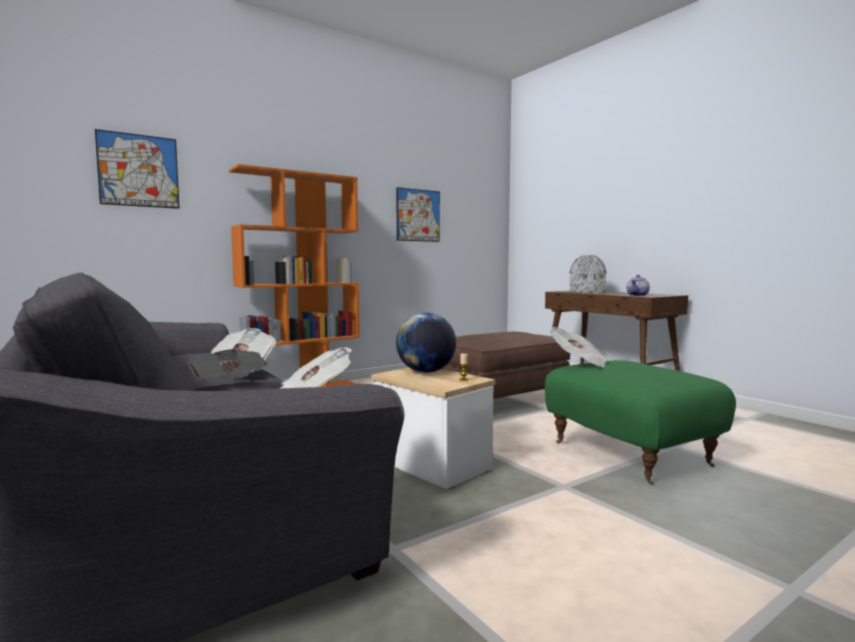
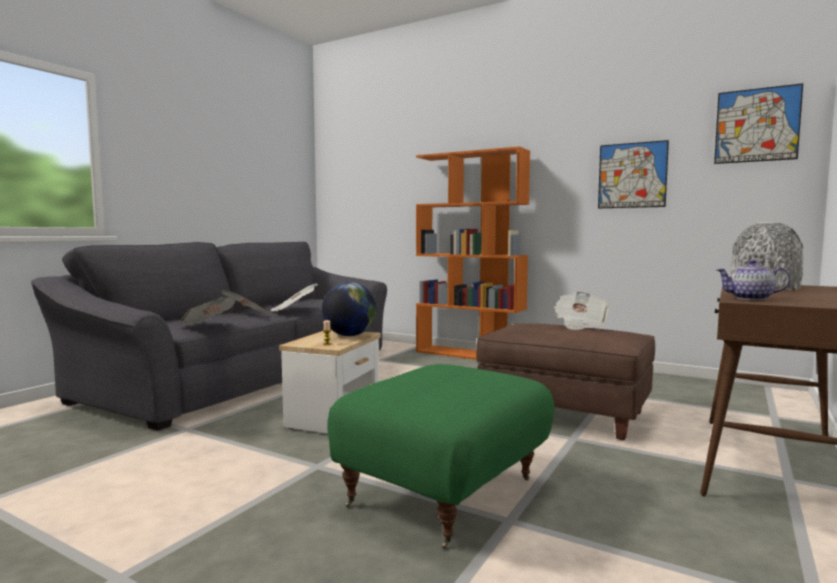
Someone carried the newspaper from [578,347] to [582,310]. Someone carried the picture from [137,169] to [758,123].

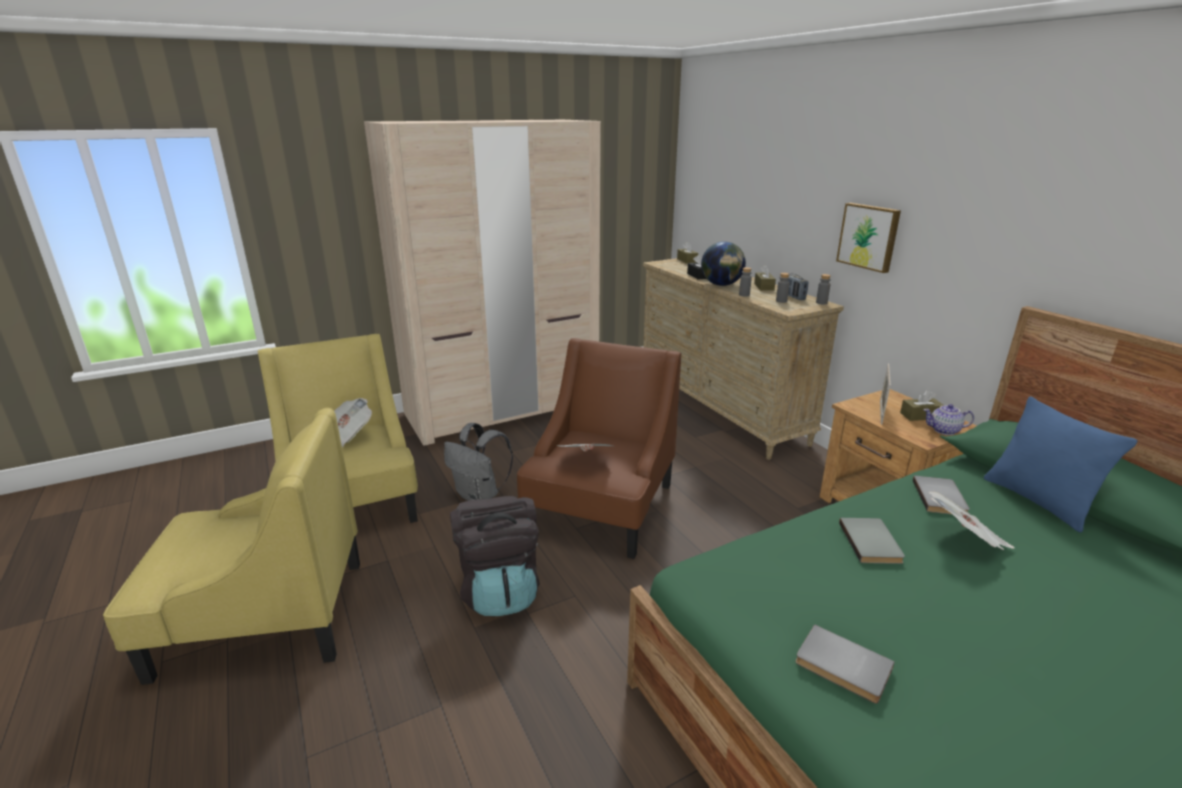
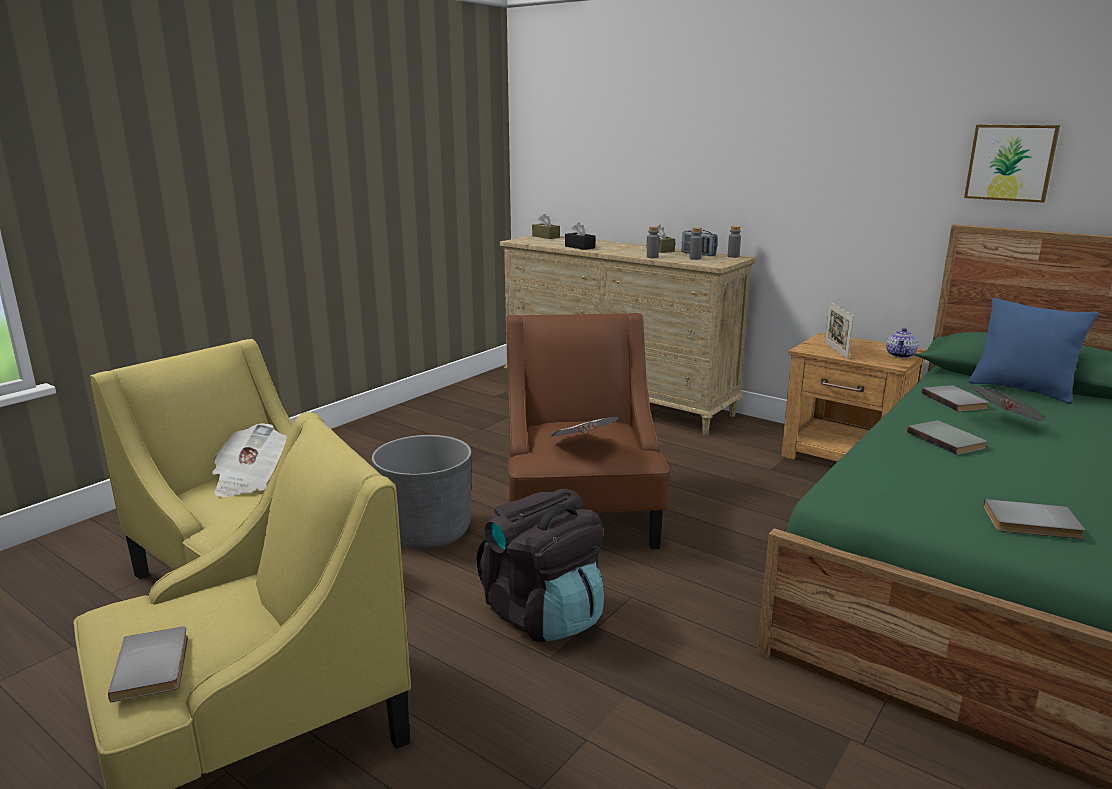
Someone put down the grey book at [148,665]. Someone swapped the grey backpack at [478,462] for the grey planter at [421,492]. Someone rotated the teapot at [948,419] by 45 degrees counterclockwise. Someone carried the picture from [868,238] to [1012,164]. Someone took away the beige wardrobe at [482,283]. Someone took away the globe at [723,263]. Someone took away the brown tissue box at [922,405].

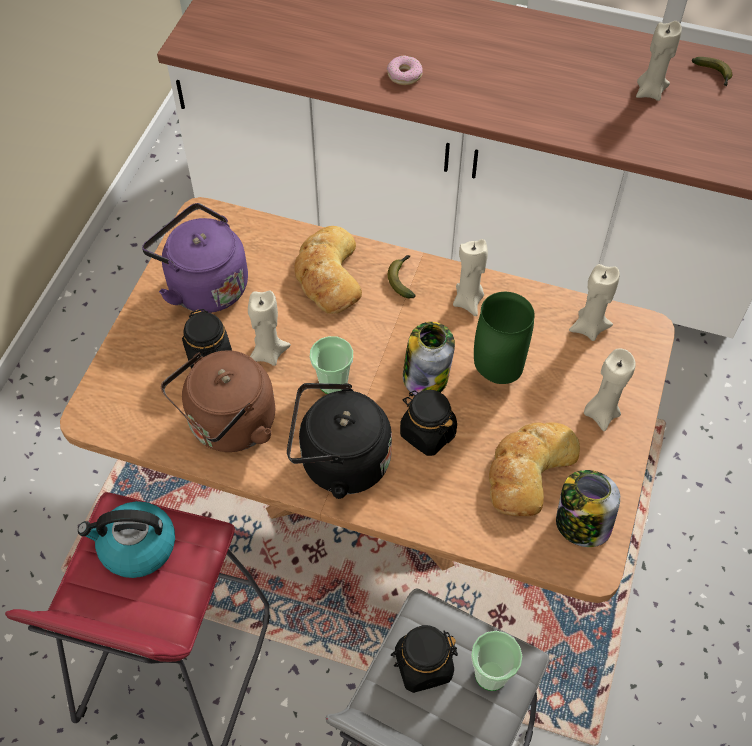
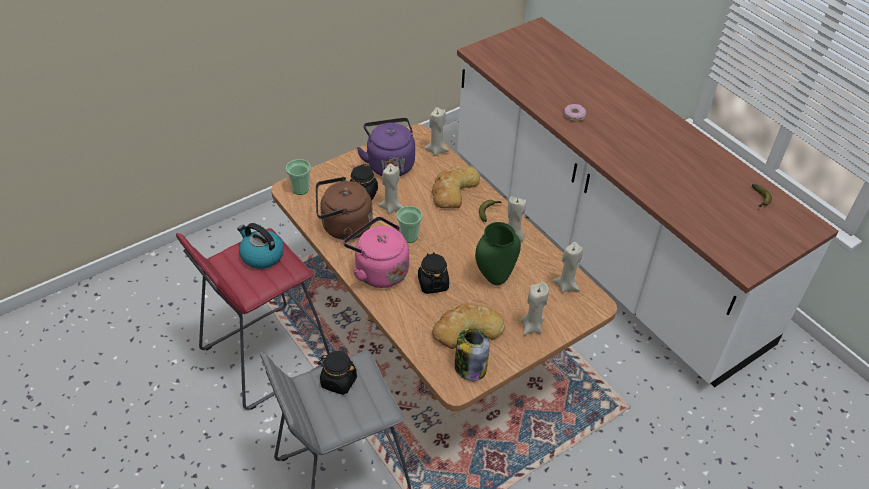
Someone carried the cup from [496,661] to [298,177]. Someone repainted the black kettle at [339,441], which became the pink kettle at [376,252]. Someone carried the beige candle from [659,61] to [436,131]. Someone took away the jar at [429,358].

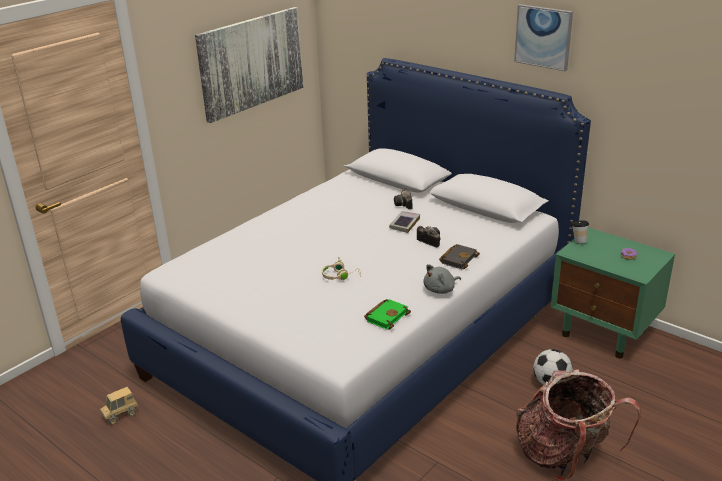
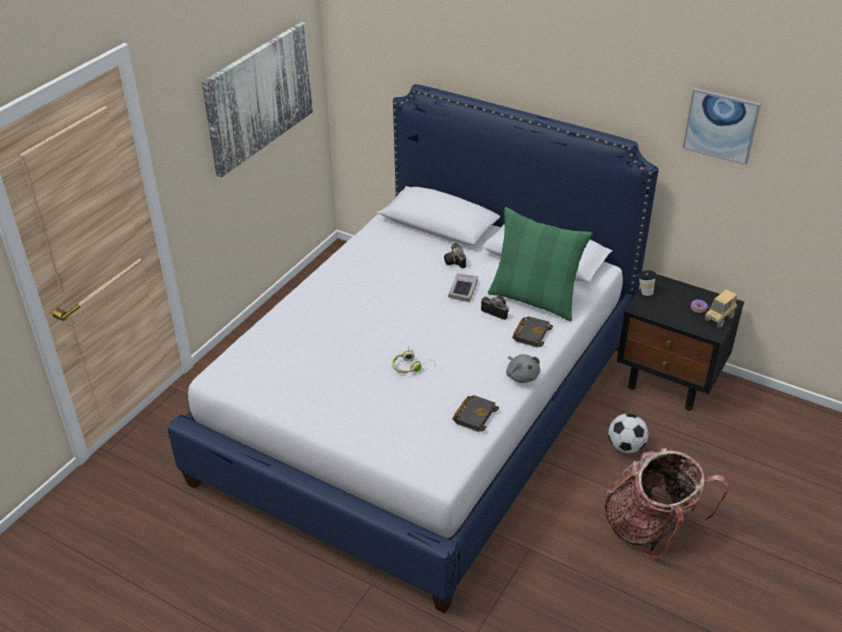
Someone repainted the green book at [387,314], which became the black book at [475,413]. Someone put down the green pillow at [540,264]. Someone rotated the grey plush toy at [442,279] by 75 degrees counterclockwise. Someone repainted the green nightstand at [613,292], which became the black nightstand at [680,342]. Someone carried the picture from [543,37] to [722,126]. Someone carried the toy truck from [119,406] to [721,308].

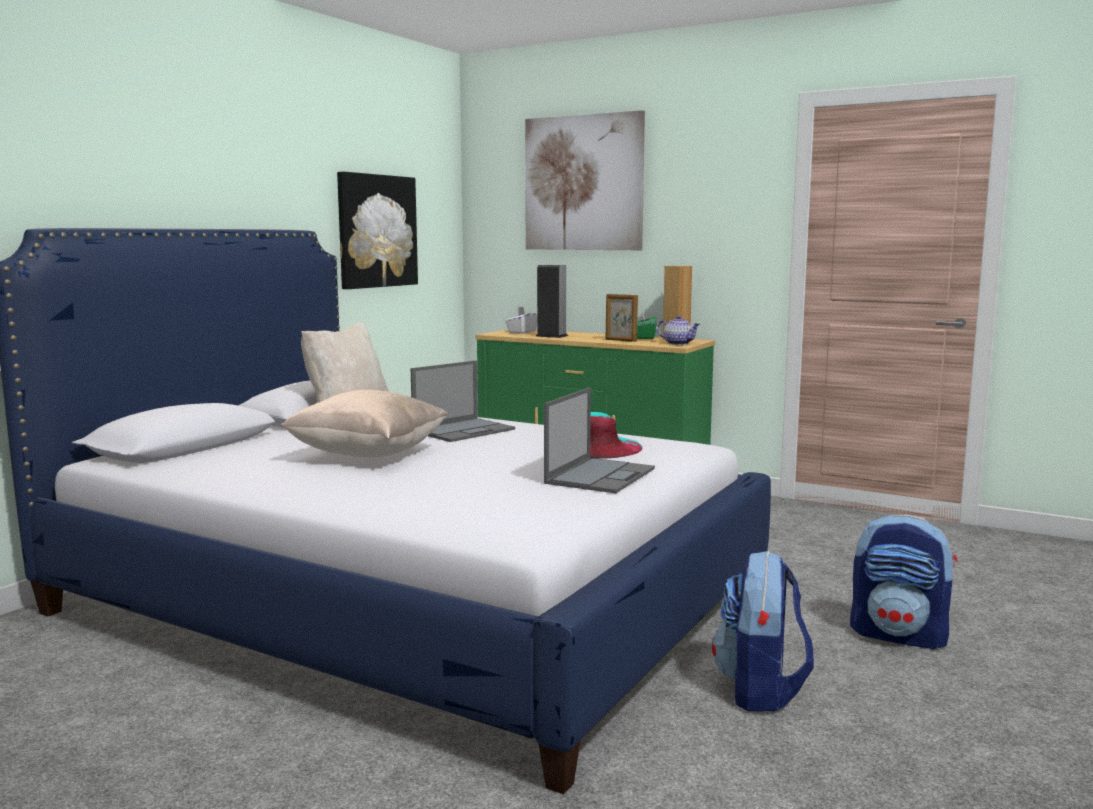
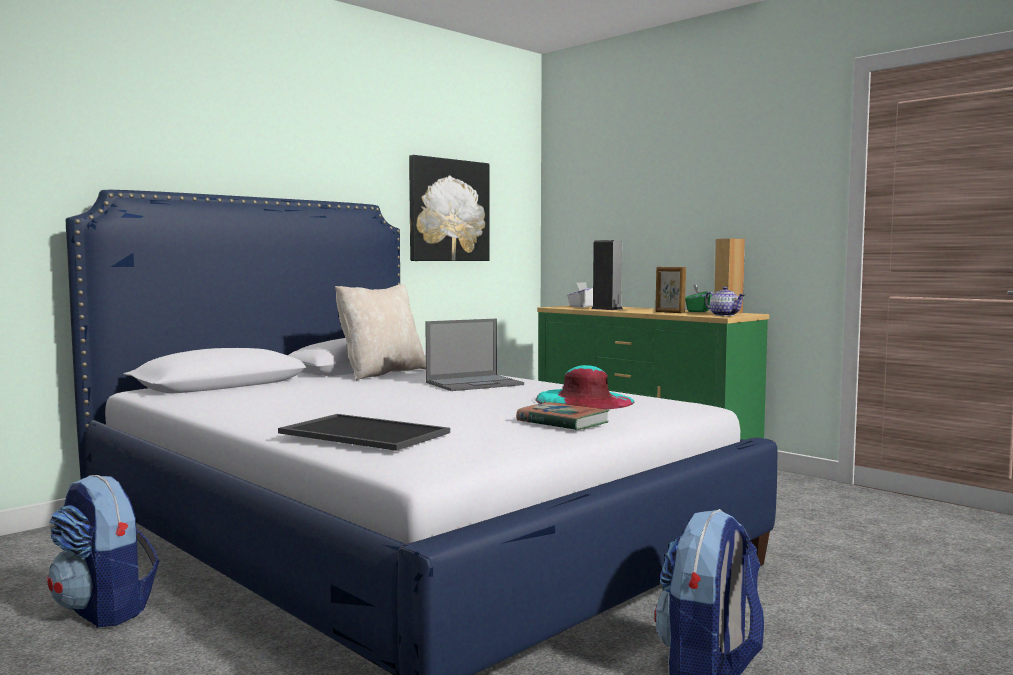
Someone carried the backpack from [903,582] to [103,551]. Someone put down the tray at [364,432]. Someone swapped the laptop at [599,440] for the book at [563,416]. Someone took away the beige pillow at [364,424]. Someone took away the picture at [585,180].

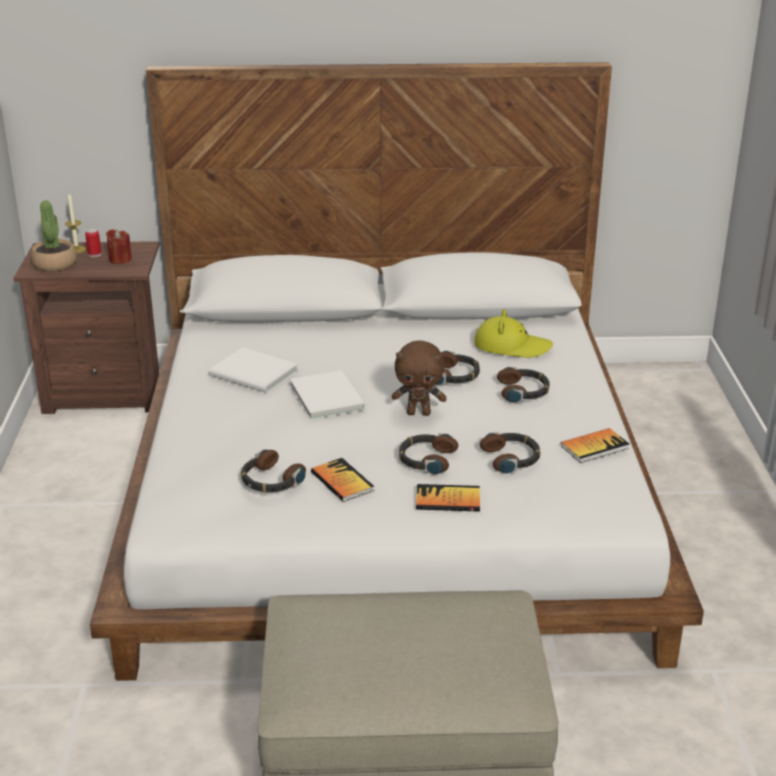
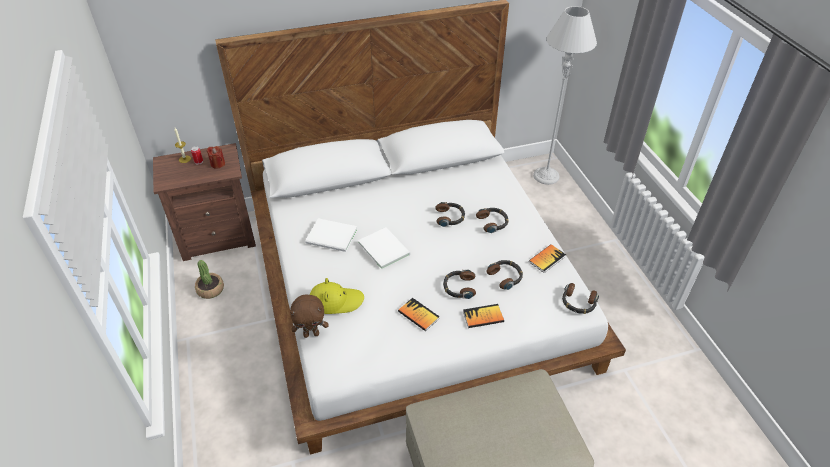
Someone carried the potted plant from [54,235] to [209,279]. Someone carried the brown plush toy from [419,378] to [309,316]. Someone carried the yellow hat from [513,333] to [337,296]. Someone put down the grey floor lamp at [565,95]. Someone carried the headphones from [273,471] to [580,298].

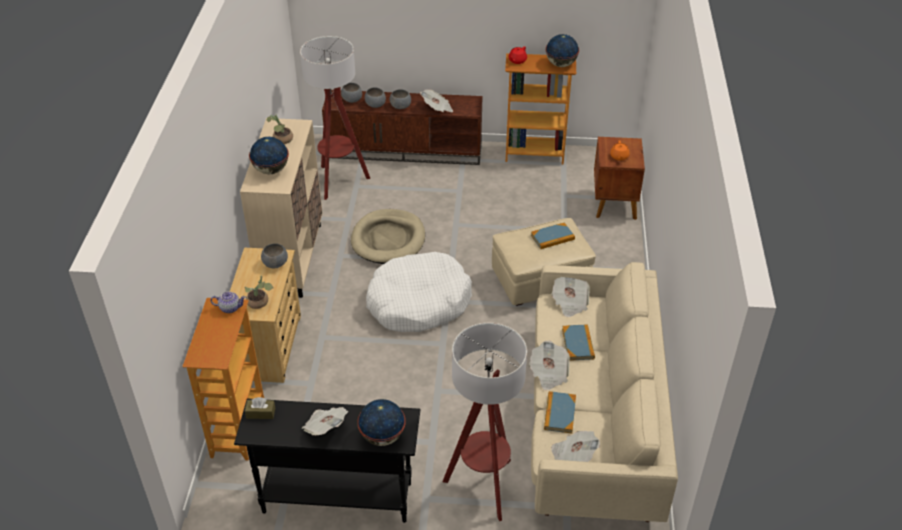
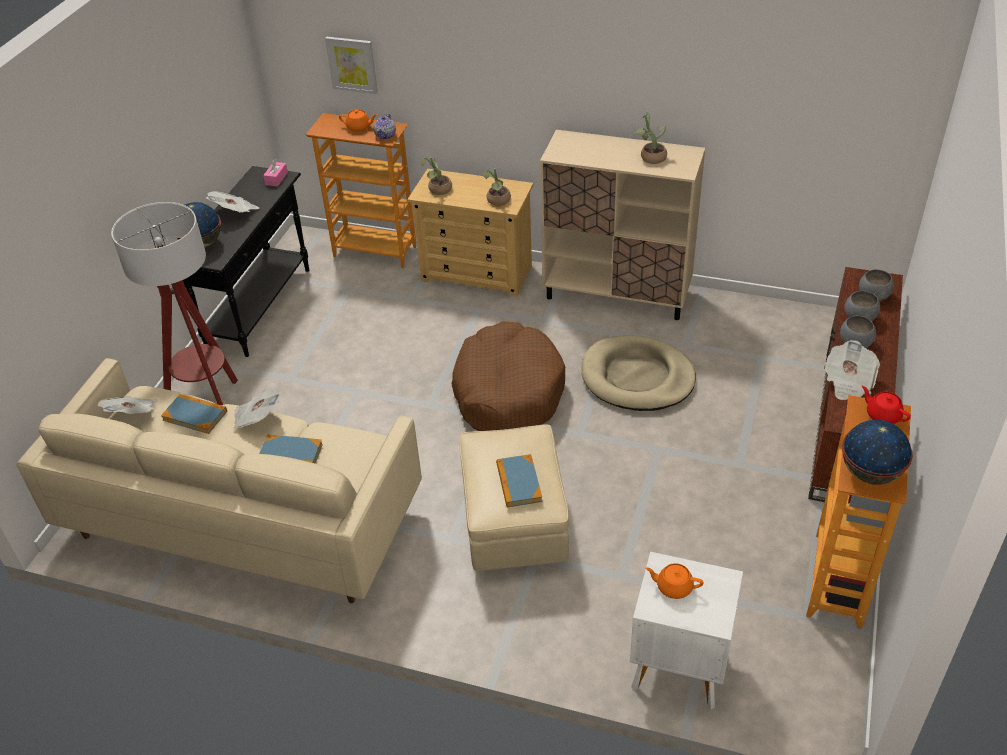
Someone repainted the brown tissue box at [260,408], which became the pink tissue box at [275,172]. Someone put up the picture at [351,65]. Someone put down the orange teapot at [358,121]. Someone repainted the white dog bed at [419,292], which became the brown dog bed at [508,376]. Someone swapped the grey bowl at [274,255] for the potted plant at [497,187]. Someone repainted the brown nightstand at [619,178], which became the white nightstand at [686,630]. Someone took away the globe at [269,155]. Someone took away the floor lamp at [335,118]. Someone took away the newspaper at [571,297].

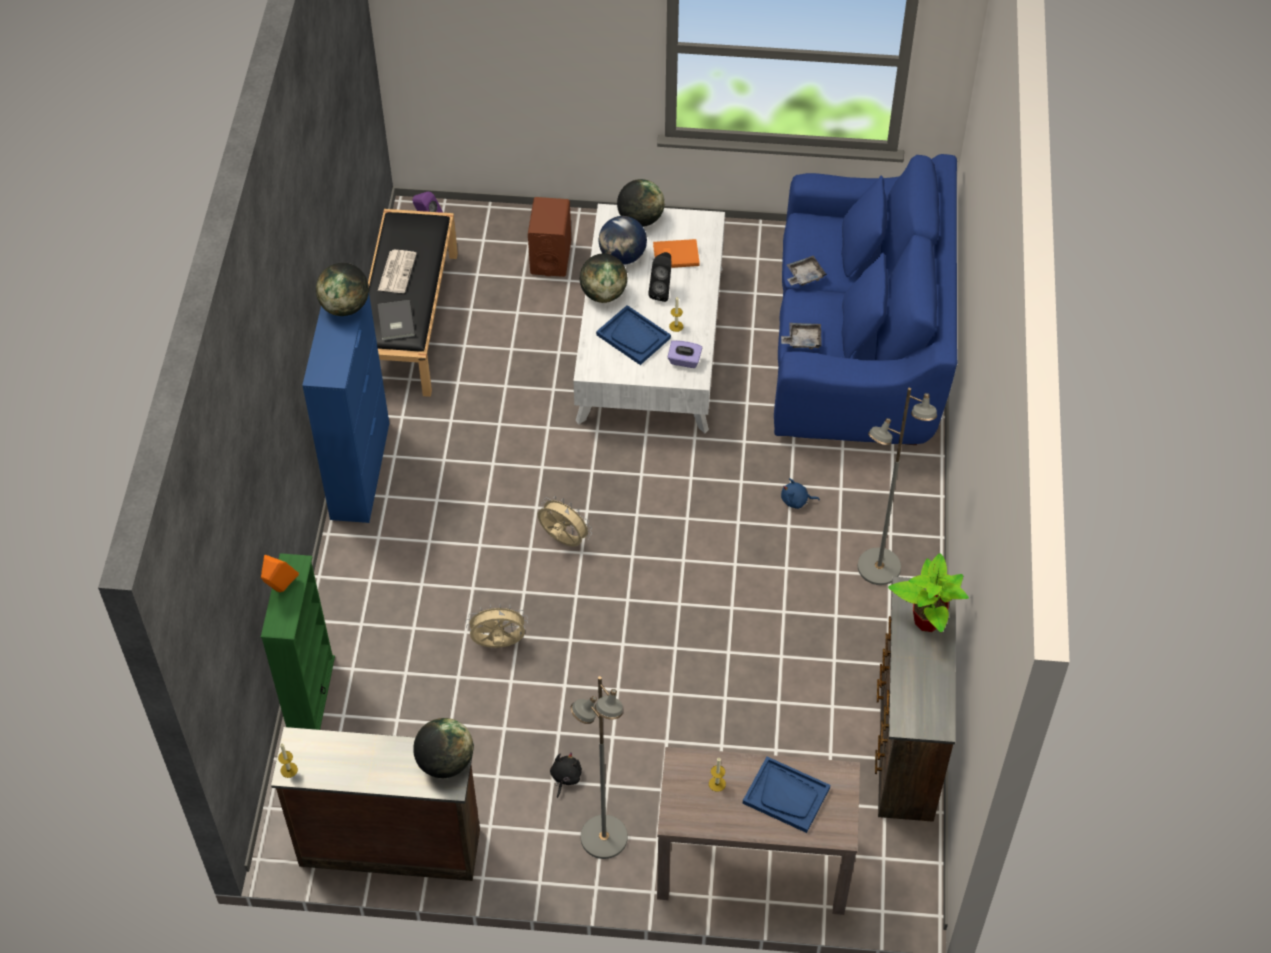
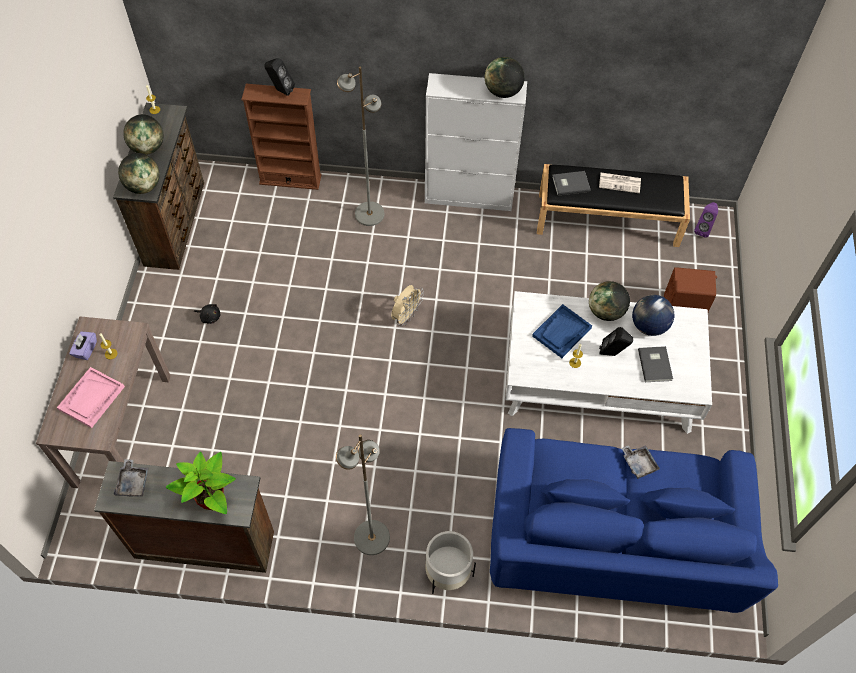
Someone repainted the blue tray at [786,795], which became the pink tray at [91,397]. Someone carried the purple tissue box from [685,354] to [83,346]. Someone carried the grey tray from [801,336] to [131,478]. Someone carried the globe from [641,203] to [143,134]. Someone repainted the green bookcase at [298,641], which became the brown bookcase at [281,137]. Someone repainted the orange speaker at [280,573], which became the black speaker at [279,77]. Someone carried the grey floor lamp from [599,767] to [360,146]. Someone repainted the blue cabinet at [345,408], which became the white cabinet at [476,142]. Someone put down the white planter at [451,562]. Someone repainted the orange book at [676,253], which became the grey book at [655,364]. Someone took away the beige fan at [497,626]. Someone took away the blue plush toy at [800,493].

